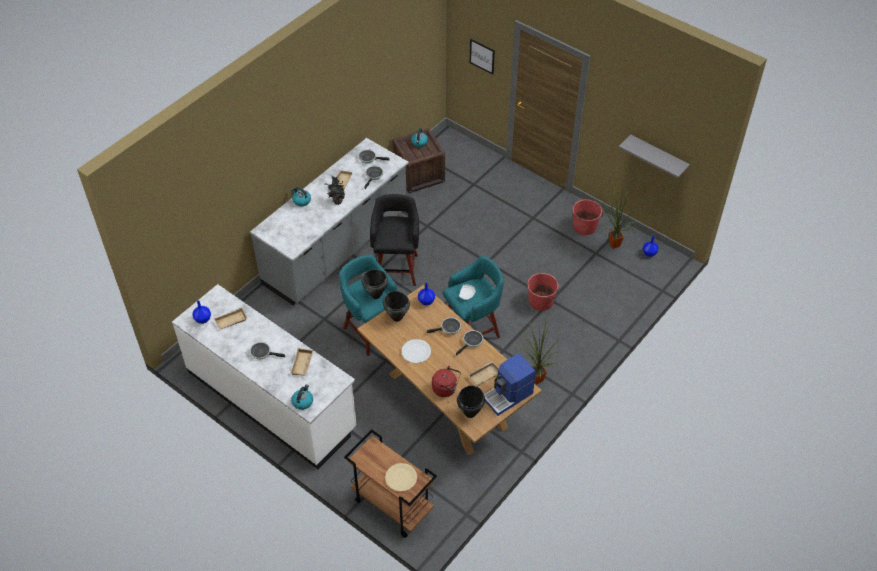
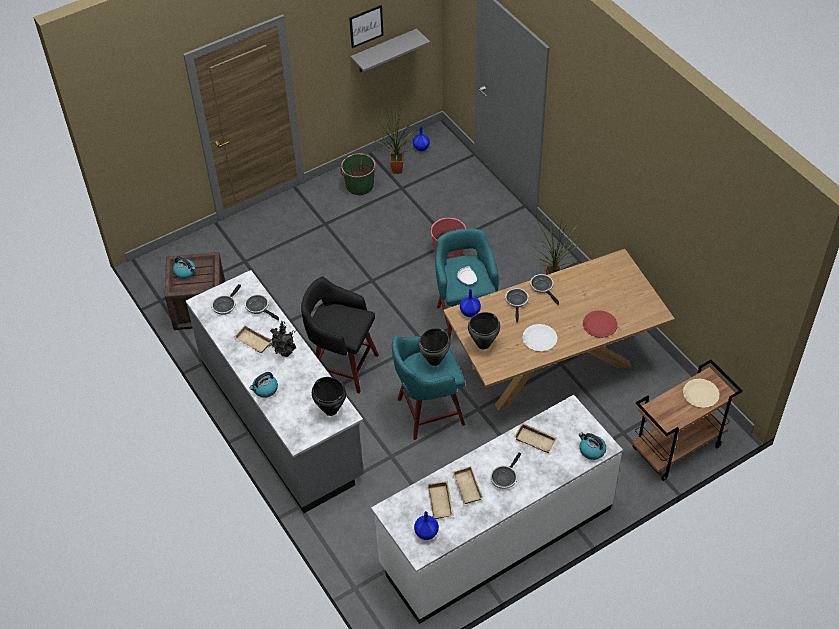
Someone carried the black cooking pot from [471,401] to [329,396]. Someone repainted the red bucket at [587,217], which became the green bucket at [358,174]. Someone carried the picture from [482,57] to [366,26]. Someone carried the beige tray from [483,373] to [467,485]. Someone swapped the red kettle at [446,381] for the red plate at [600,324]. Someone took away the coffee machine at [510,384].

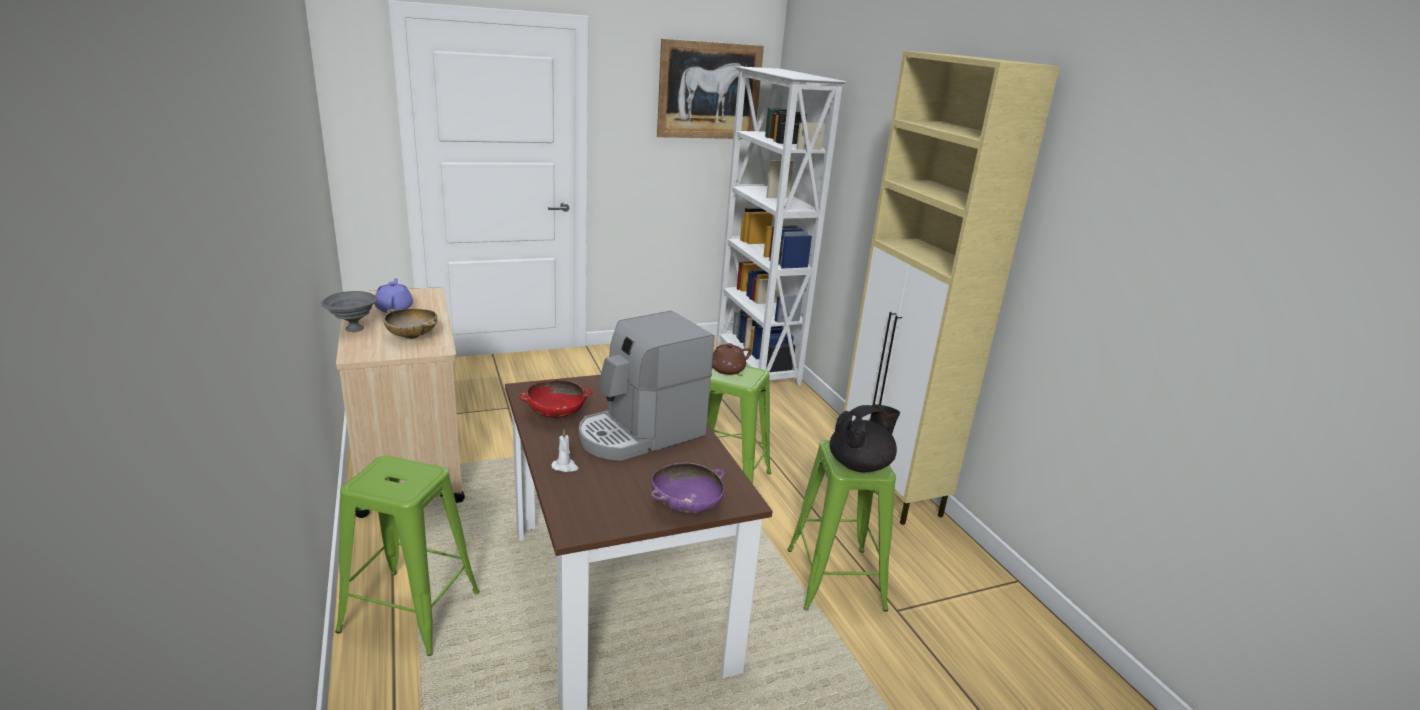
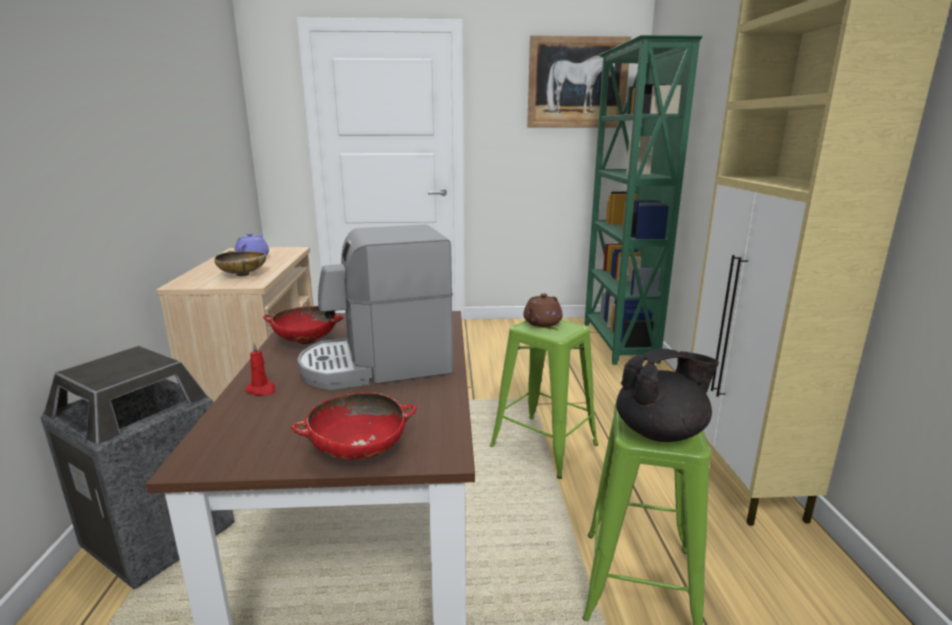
Someone swapped the green stool at [407,556] for the trash can at [137,467]. Someone repainted the white candle at [564,450], which became the red candle at [260,369]. Someone repainted the purple bowl at [688,488], which became the red bowl at [353,426]. Someone rotated the brown teapot at [732,359] by 45 degrees counterclockwise. Someone repainted the white bookcase at [781,226], which became the green bookcase at [644,200]. Someone took away the grey bowl at [349,311].

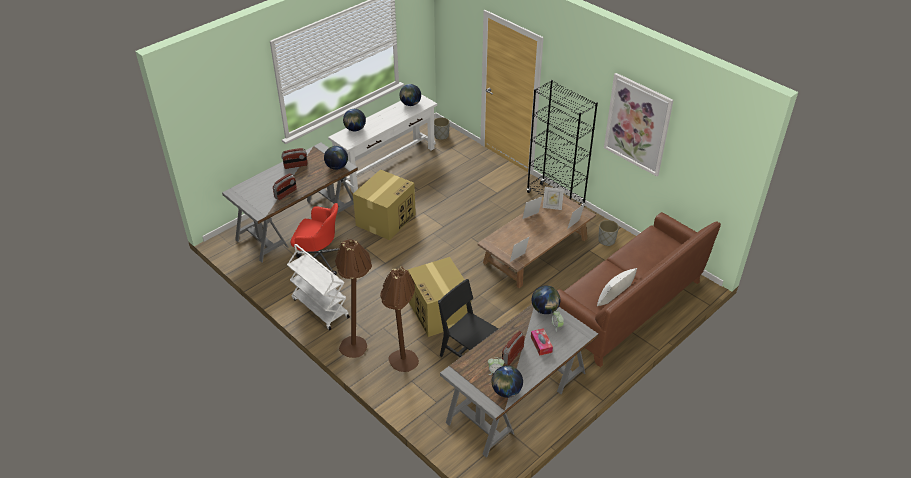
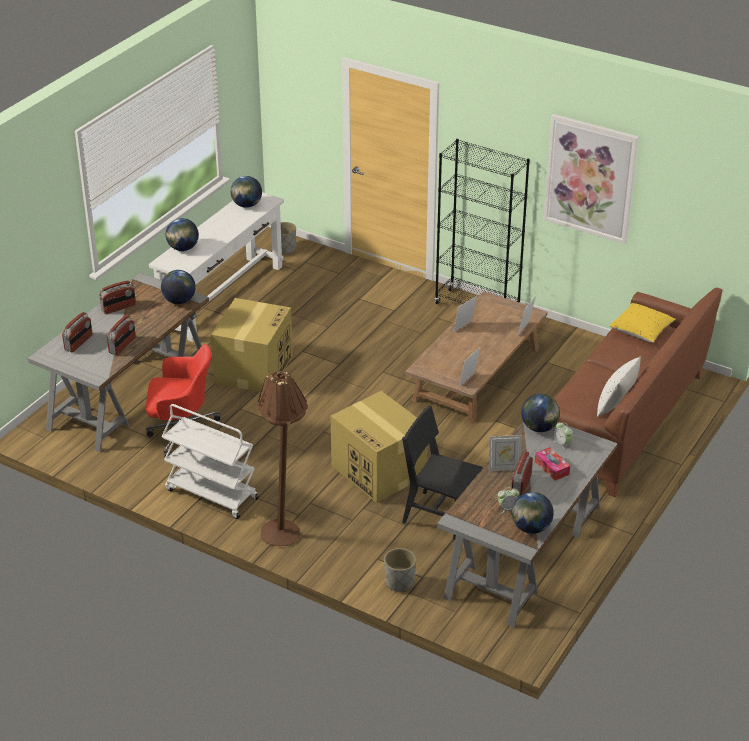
Someone put down the radio at [77,332]. Someone carried the grey planter from [608,233] to [400,570]. Someone carried the picture frame from [553,198] to [505,453]. Someone put down the yellow pillow at [642,323]. Someone took away the brown floor lamp at [399,319].

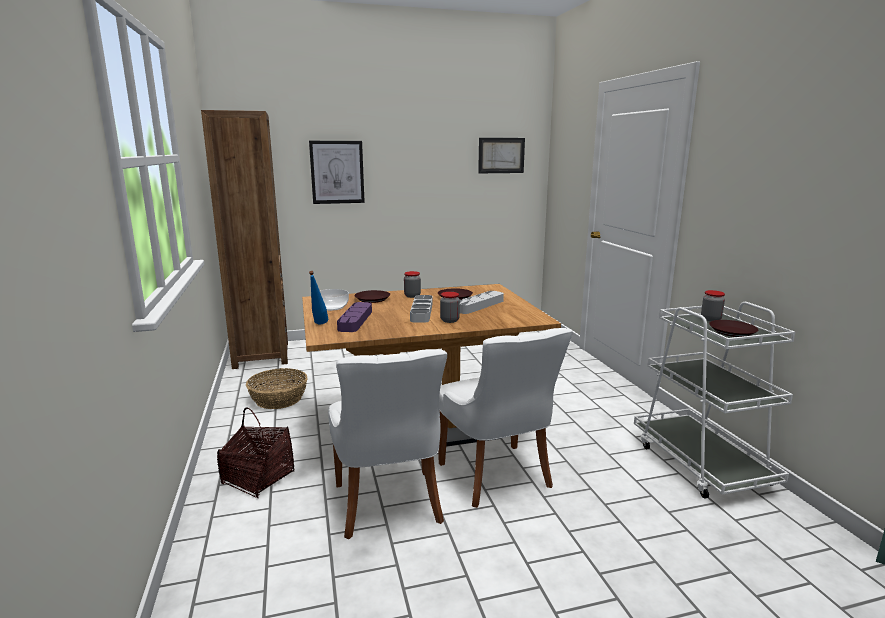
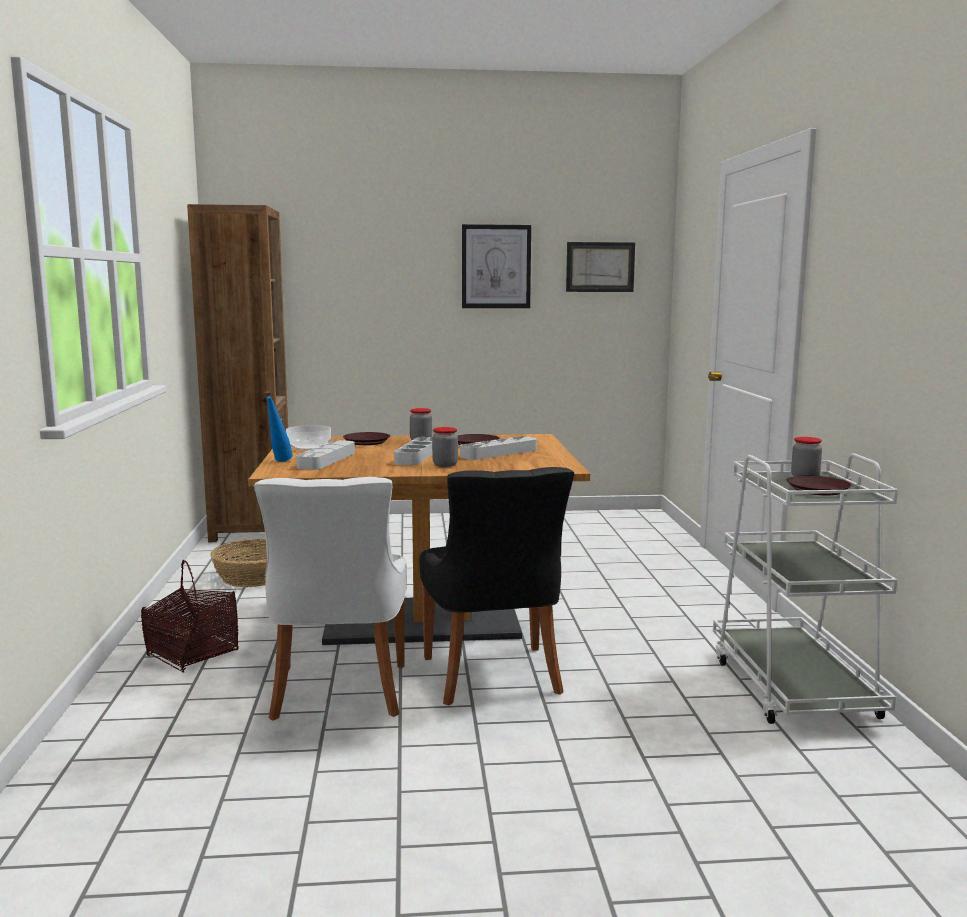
Someone repainted the purple tray at [354,317], which became the grey tray at [325,455]. Someone repainted the white chair at [505,418], which became the black chair at [497,586]. Someone carried the picture from [337,172] to [496,266].

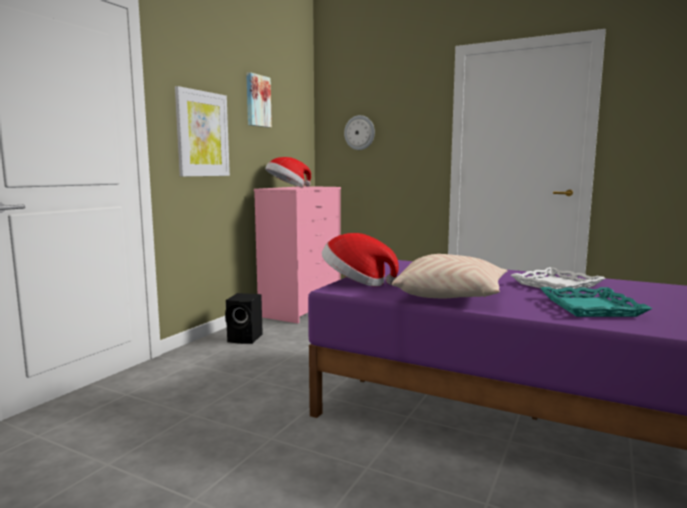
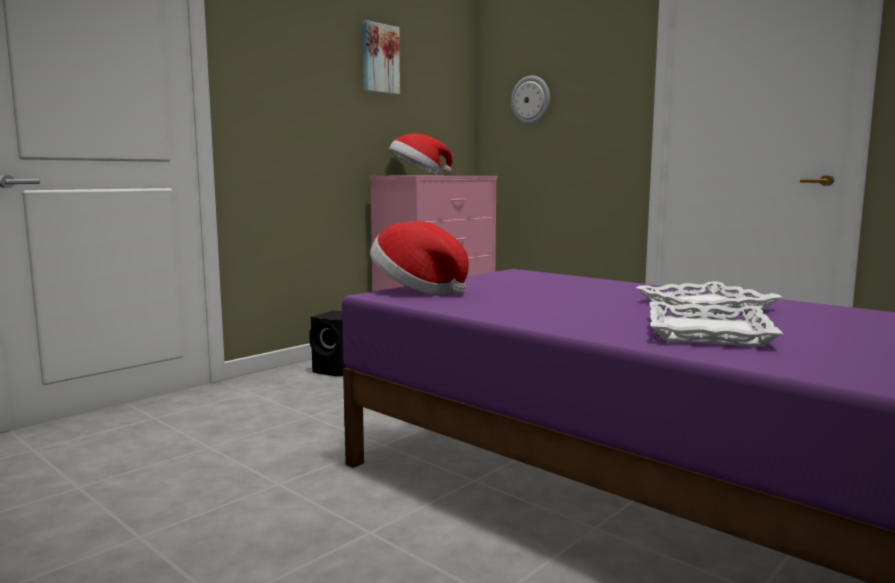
Someone repainted the turquoise tray at [596,302], which became the white tray at [716,324]. Someone took away the picture at [202,131]. Someone took away the beige pillow at [449,276].

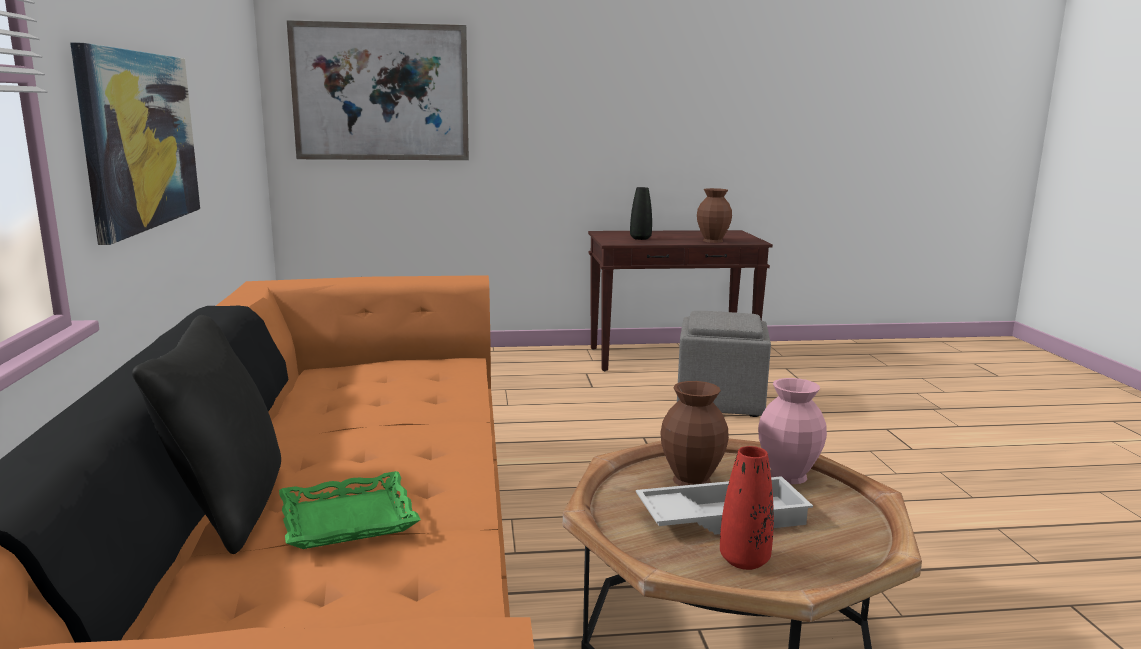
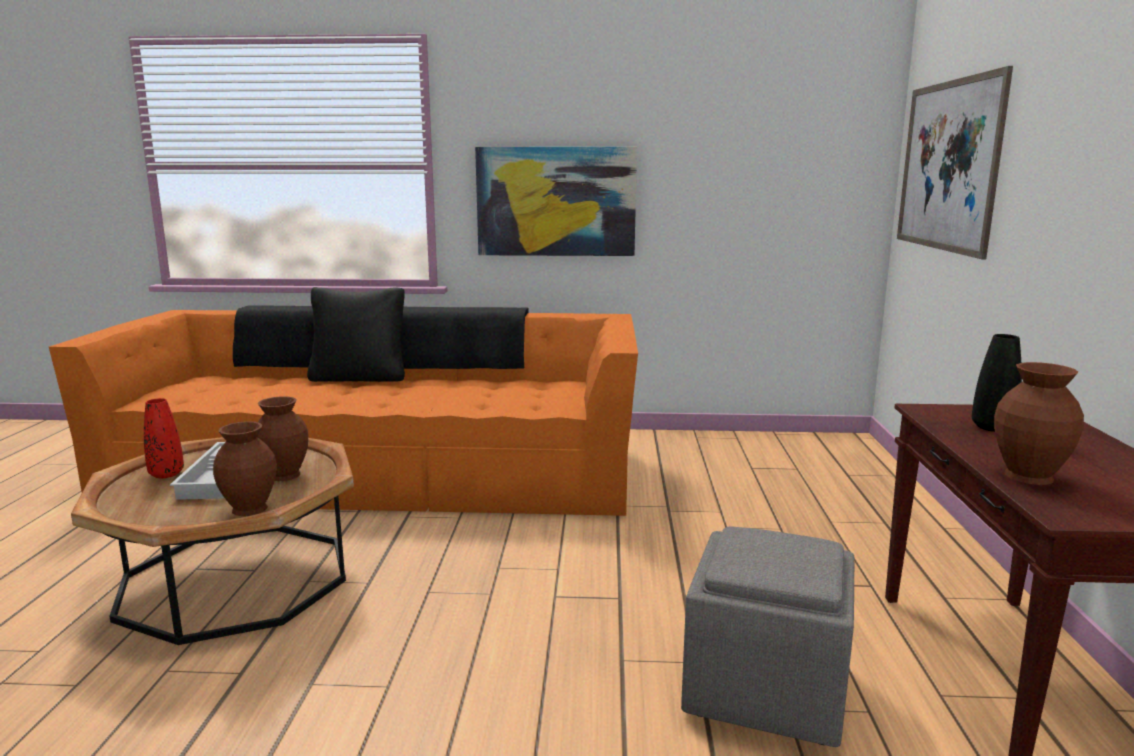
Someone repainted the pink vase at [792,431], which became the brown vase at [245,468]. Someone took away the green tray at [350,510].

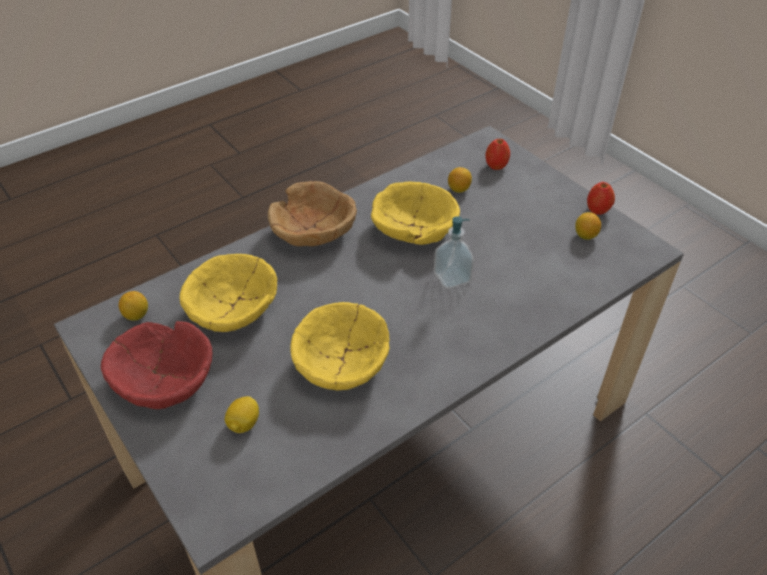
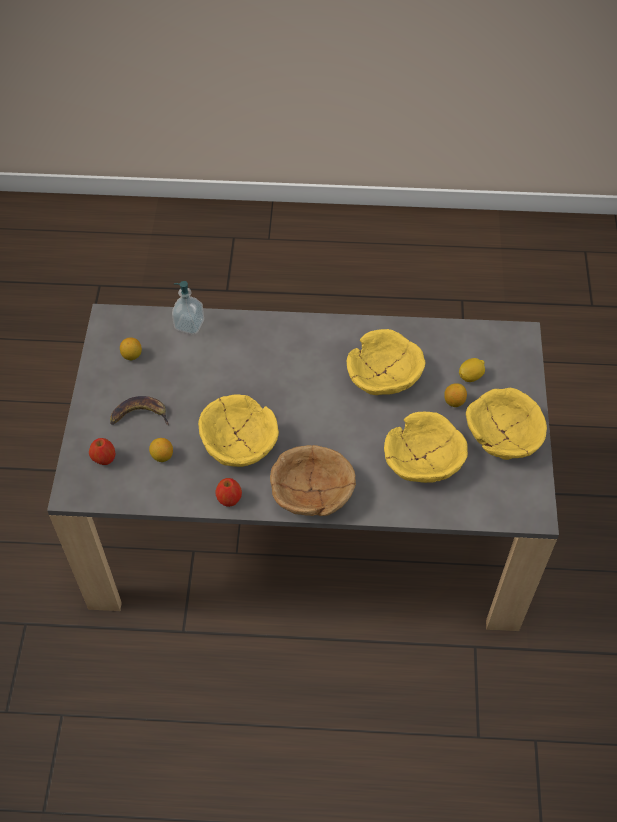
Someone put down the banana at [139,410]. Someone carried the soap dispenser from [454,252] to [188,308]. Someone carried the apple from [601,198] to [229,492]. Someone carried the lemon from [133,306] to [455,395]. Someone repainted the red bowl at [156,365], which became the yellow bowl at [506,424].

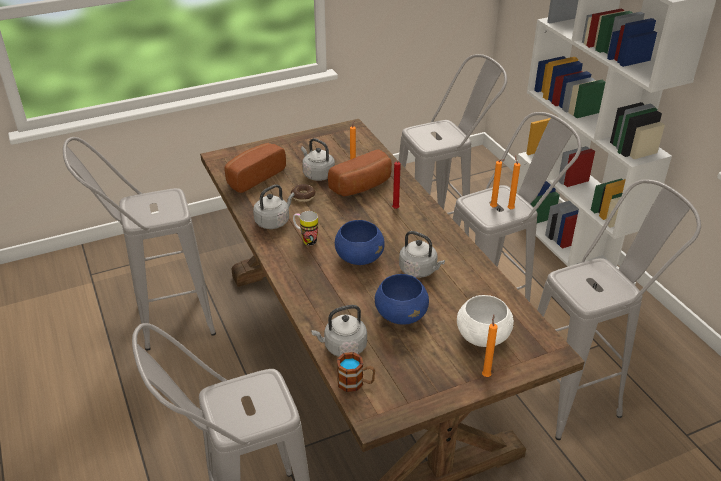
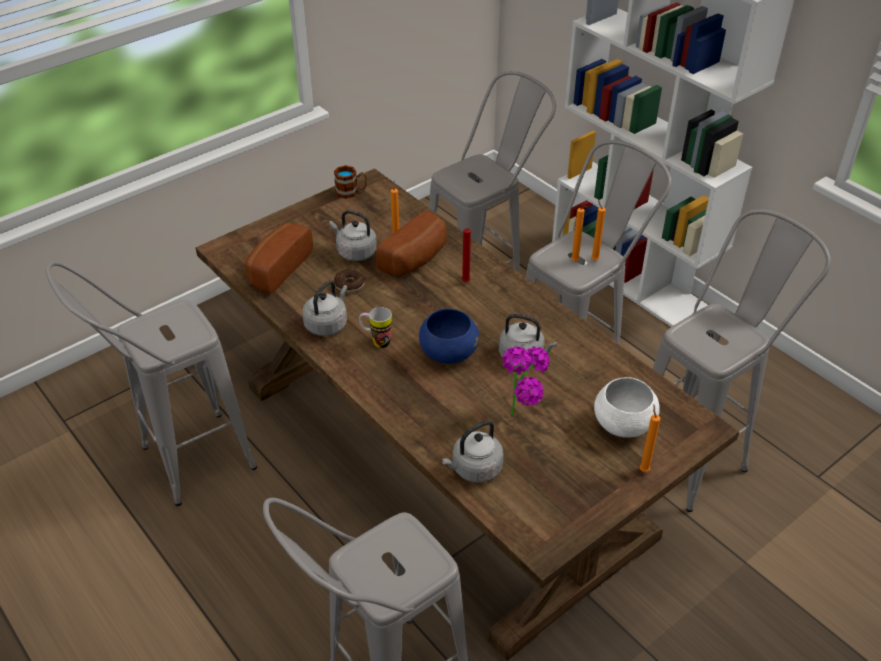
Someone carried the mug from [356,372] to [350,182]. Someone swapped the blue bowl at [402,299] for the potted plant at [526,381].

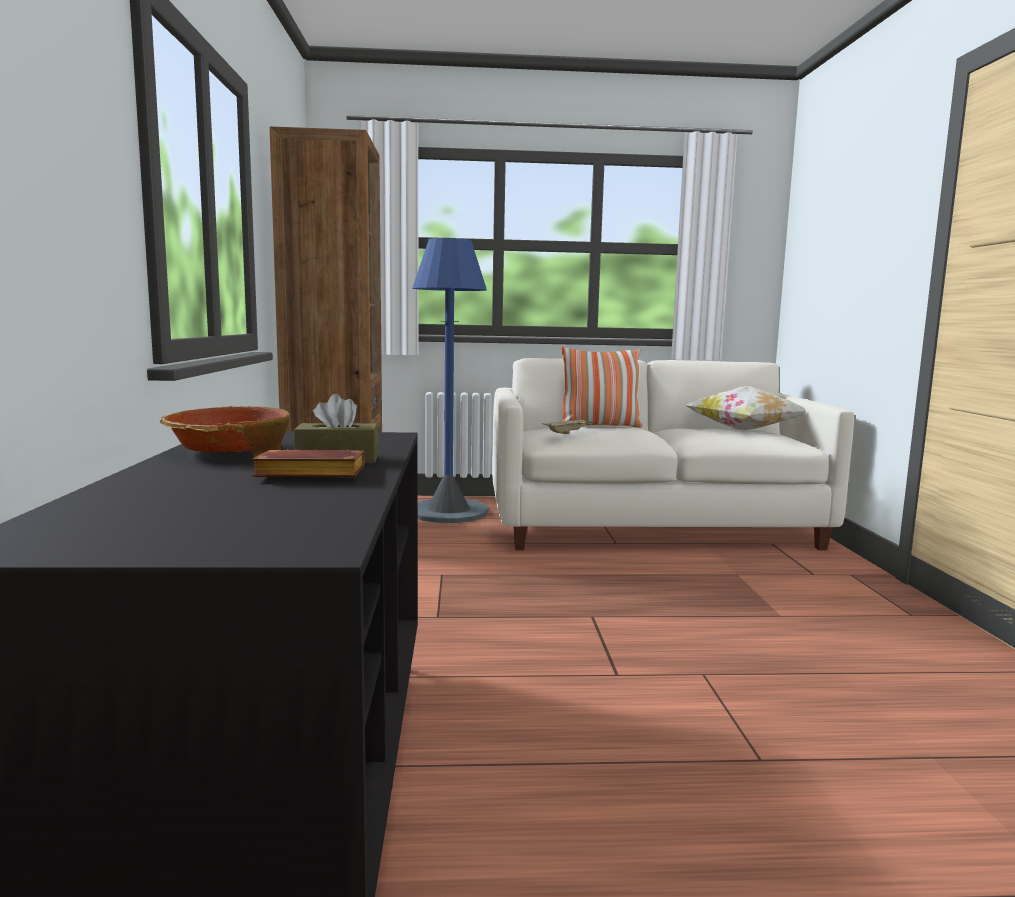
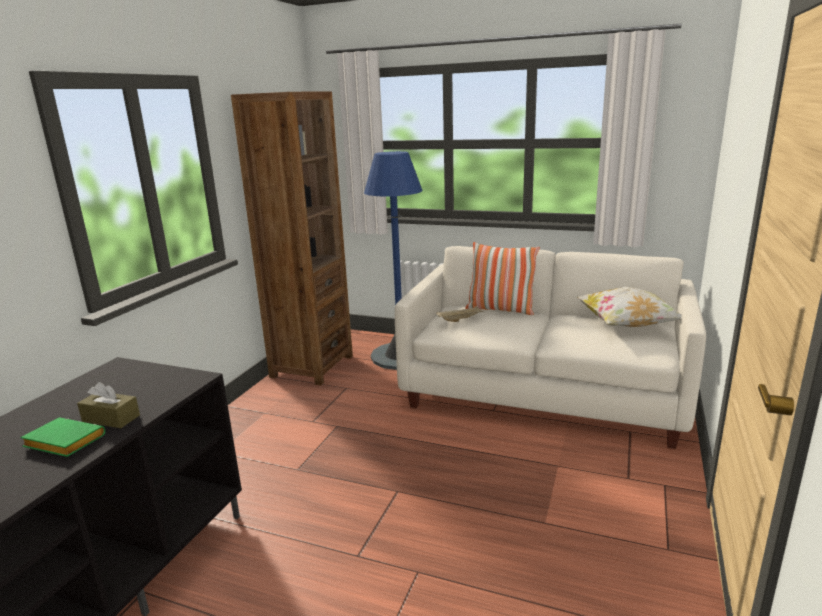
Someone repainted the brown book at [308,463], which became the green book at [62,437]. Someone took away the bowl at [225,431].

